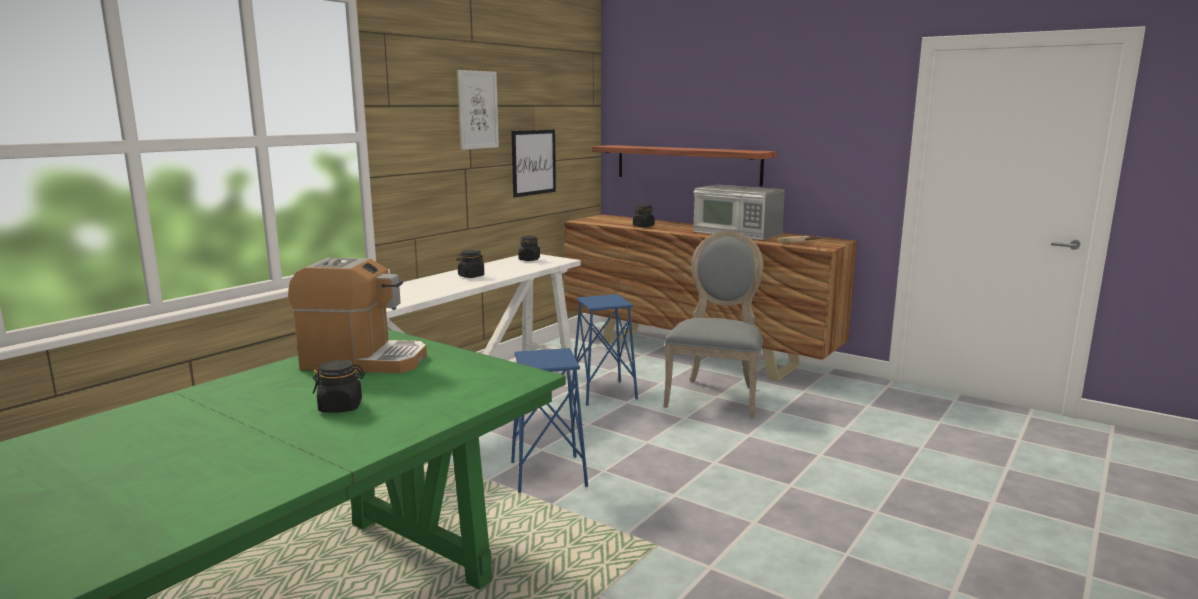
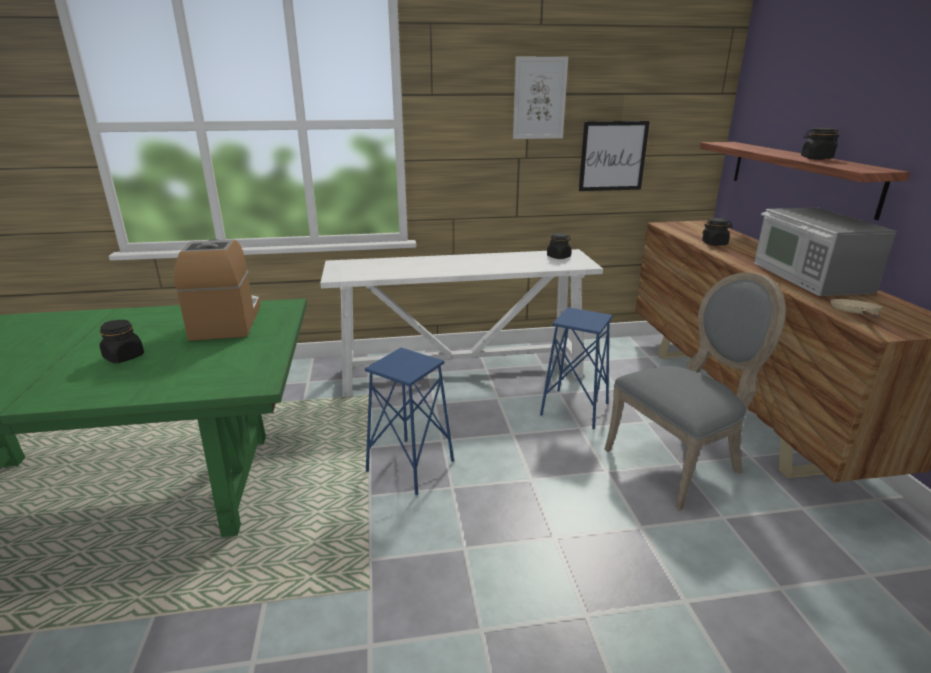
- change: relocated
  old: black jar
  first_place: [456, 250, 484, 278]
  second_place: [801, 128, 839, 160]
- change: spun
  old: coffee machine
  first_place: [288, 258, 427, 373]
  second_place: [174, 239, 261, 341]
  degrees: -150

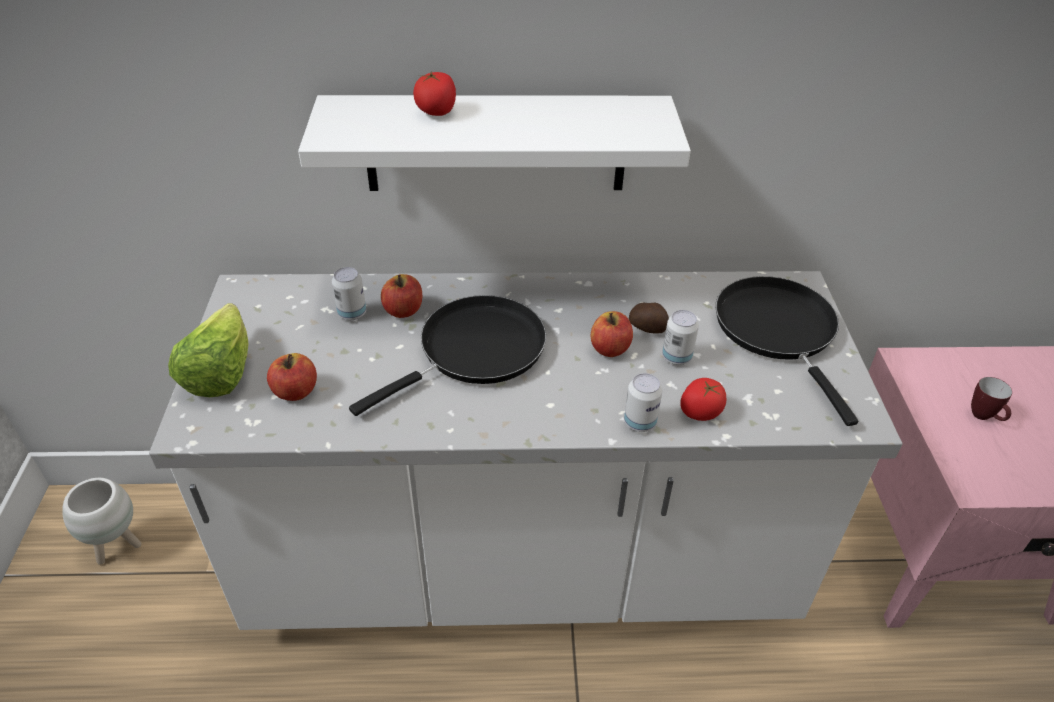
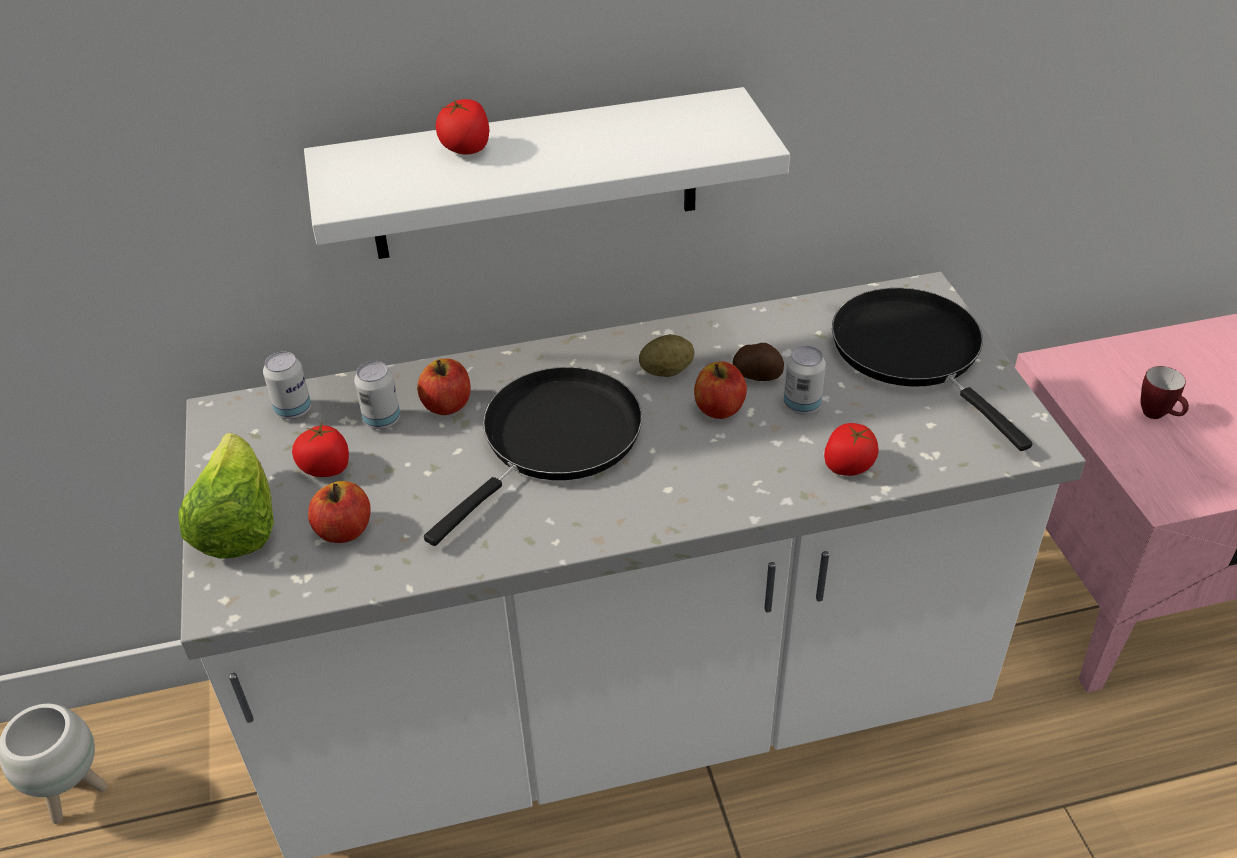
- change: relocated
  old: can
  first_place: [624, 373, 662, 432]
  second_place: [263, 352, 311, 419]
- change: appeared
  new: potato
  second_place: [639, 334, 695, 377]
- change: appeared
  new: tomato
  second_place: [292, 422, 349, 477]

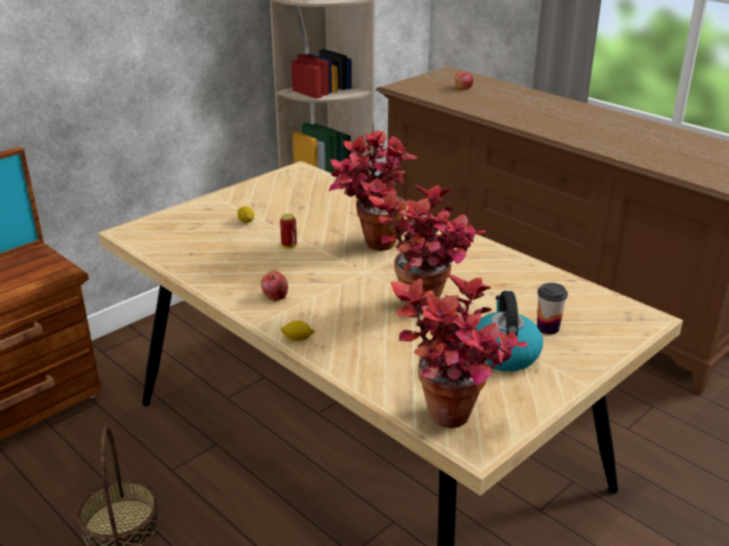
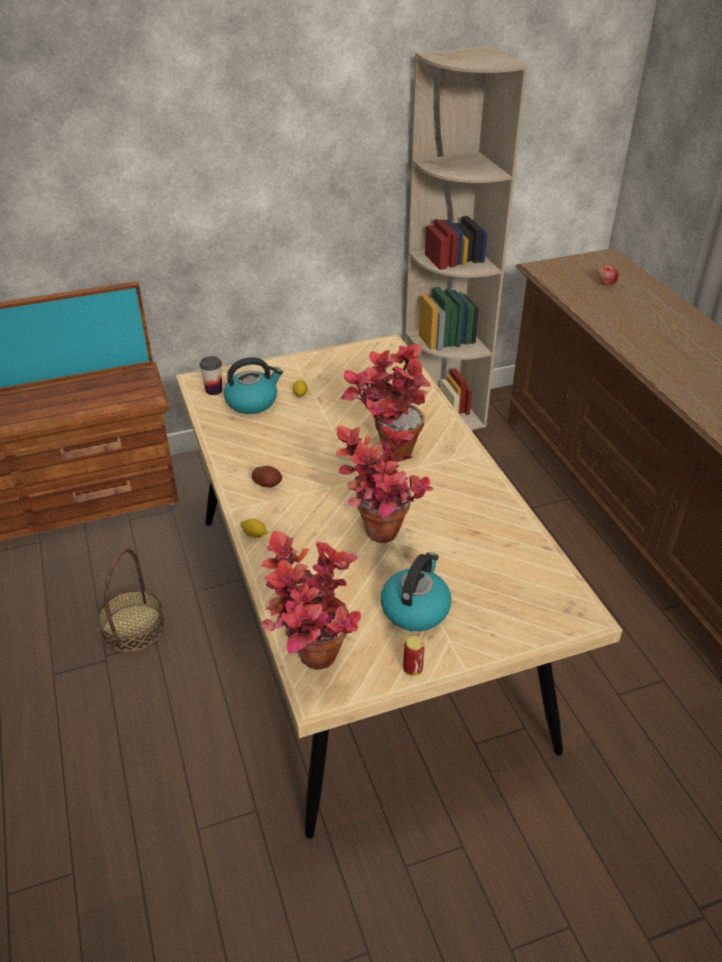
- change: relocated
  old: can
  first_place: [280, 214, 297, 249]
  second_place: [403, 636, 425, 676]
- change: exchanged
  old: apple
  new: potato
  first_place: [261, 271, 288, 301]
  second_place: [252, 466, 282, 488]
- change: relocated
  old: cup
  first_place: [537, 283, 568, 335]
  second_place: [199, 356, 222, 395]
- change: appeared
  new: kettle
  second_place: [224, 357, 283, 414]

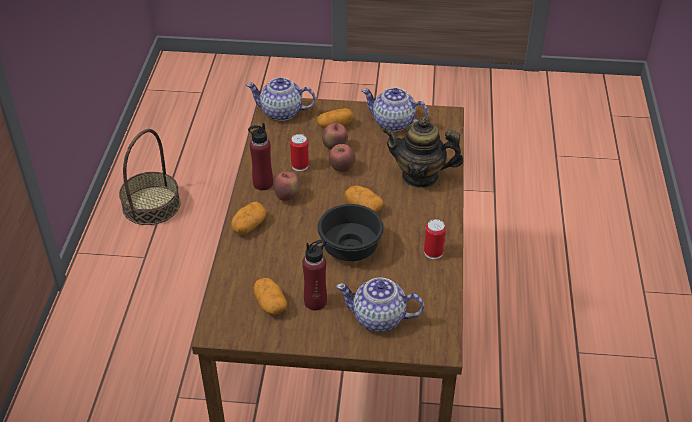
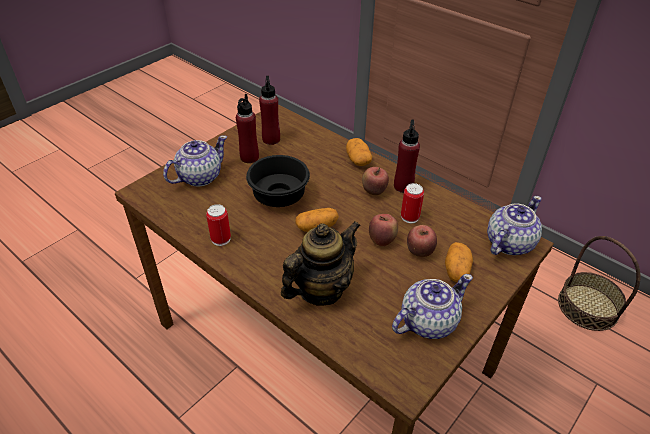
- change: exchanged
  old: potato
  new: red bottle
  first_place: [253, 278, 287, 315]
  second_place: [259, 76, 280, 145]

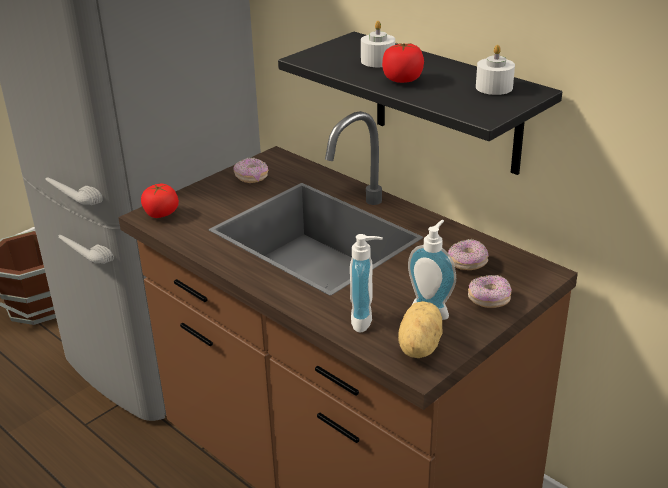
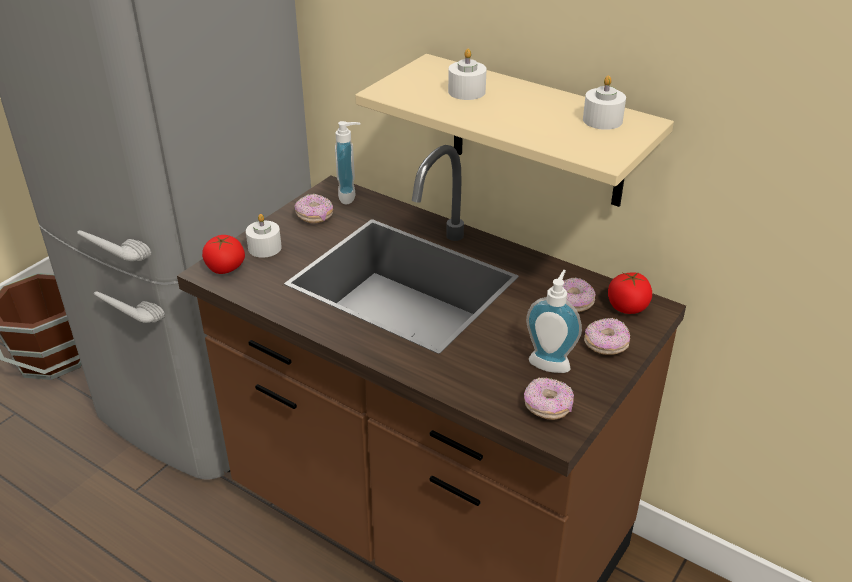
- change: colour
  old: black shelf
  new: beige shelf
  first_place: [278, 32, 562, 175]
  second_place: [355, 54, 674, 207]
- change: relocated
  old: tomato
  first_place: [382, 43, 424, 83]
  second_place: [608, 272, 652, 314]
- change: relocated
  old: soap dispenser
  first_place: [350, 234, 383, 333]
  second_place: [335, 121, 360, 205]
- change: exchanged
  old: potato
  new: donut
  first_place: [398, 301, 443, 358]
  second_place: [524, 378, 574, 420]
- change: appeared
  new: white candle
  second_place: [246, 214, 282, 258]

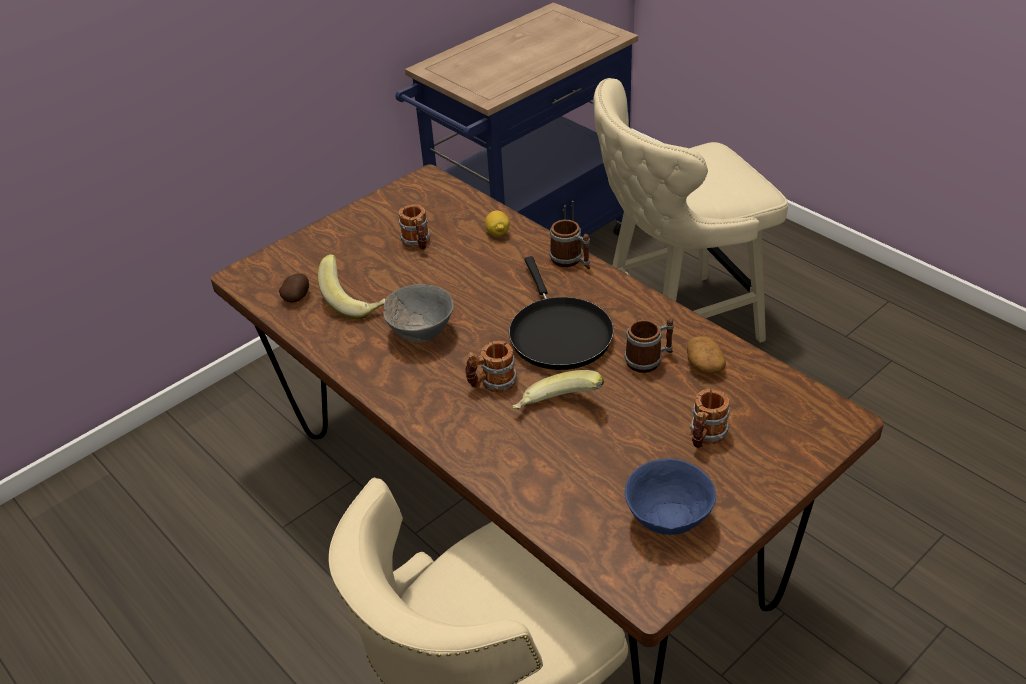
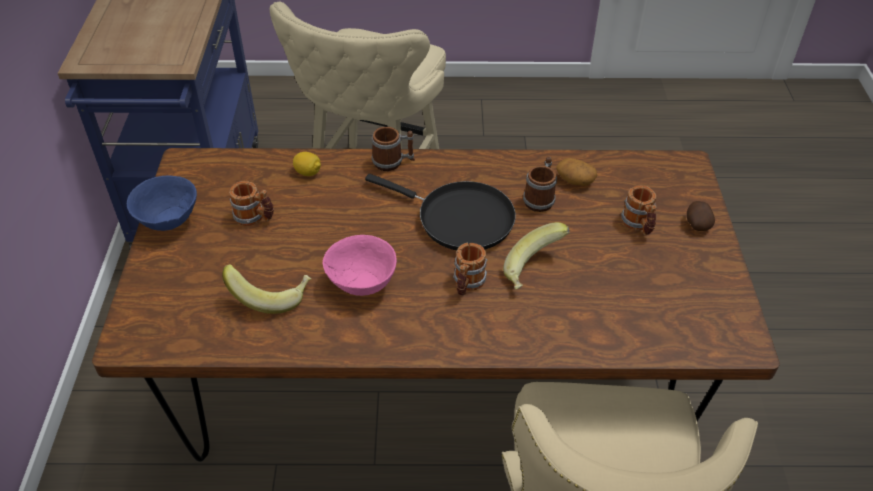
- change: relocated
  old: potato
  first_place: [279, 273, 309, 303]
  second_place: [687, 201, 715, 231]
- change: colour
  old: grey bowl
  new: pink bowl
  first_place: [383, 284, 454, 343]
  second_place: [323, 235, 397, 296]
- change: relocated
  old: blue bowl
  first_place: [625, 458, 716, 535]
  second_place: [127, 175, 197, 231]

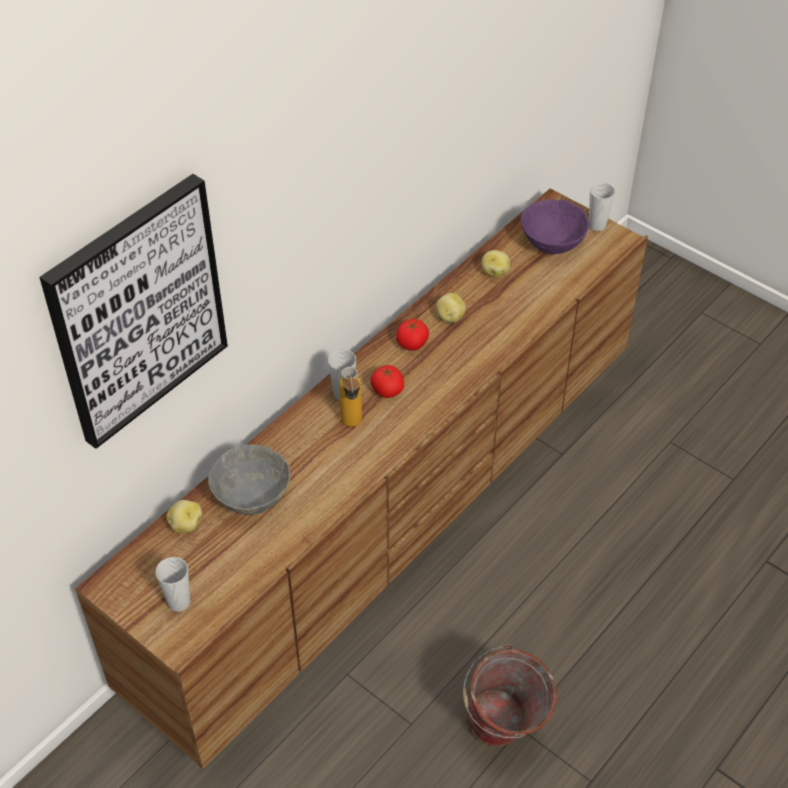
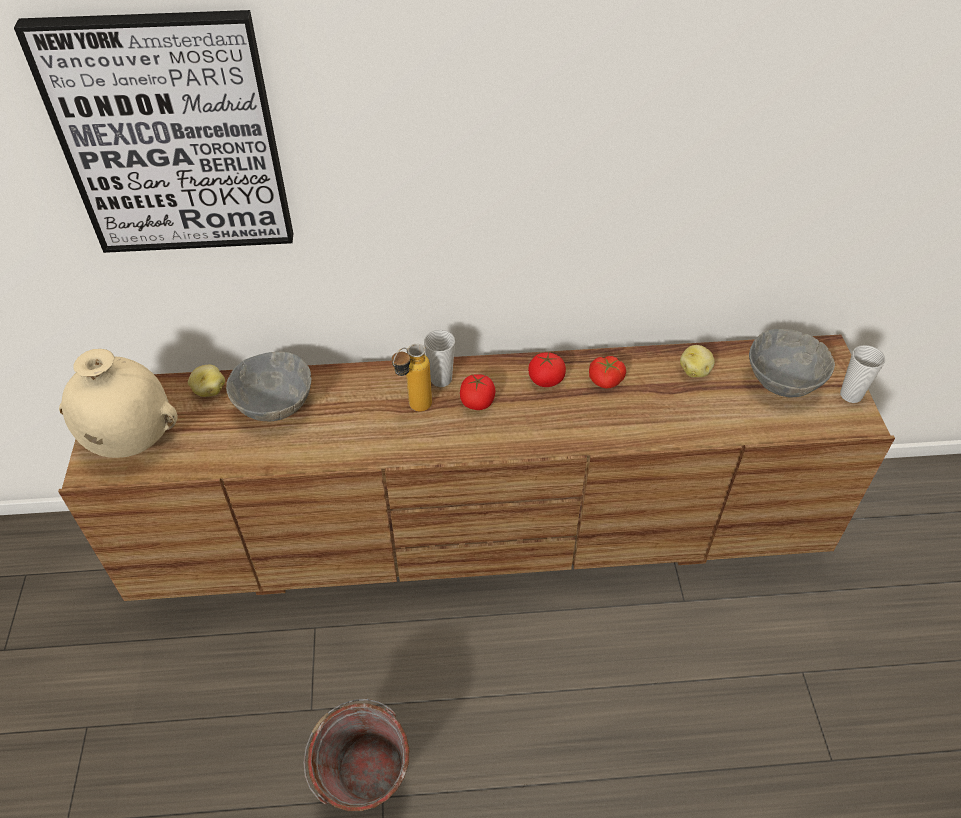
- change: colour
  old: purple bowl
  new: grey bowl
  first_place: [521, 199, 589, 254]
  second_place: [749, 329, 835, 397]
- change: exchanged
  old: potato
  new: tomato
  first_place: [436, 293, 466, 323]
  second_place: [589, 356, 626, 389]
- change: exchanged
  old: cup
  new: beige vase
  first_place: [155, 557, 190, 612]
  second_place: [59, 349, 178, 458]

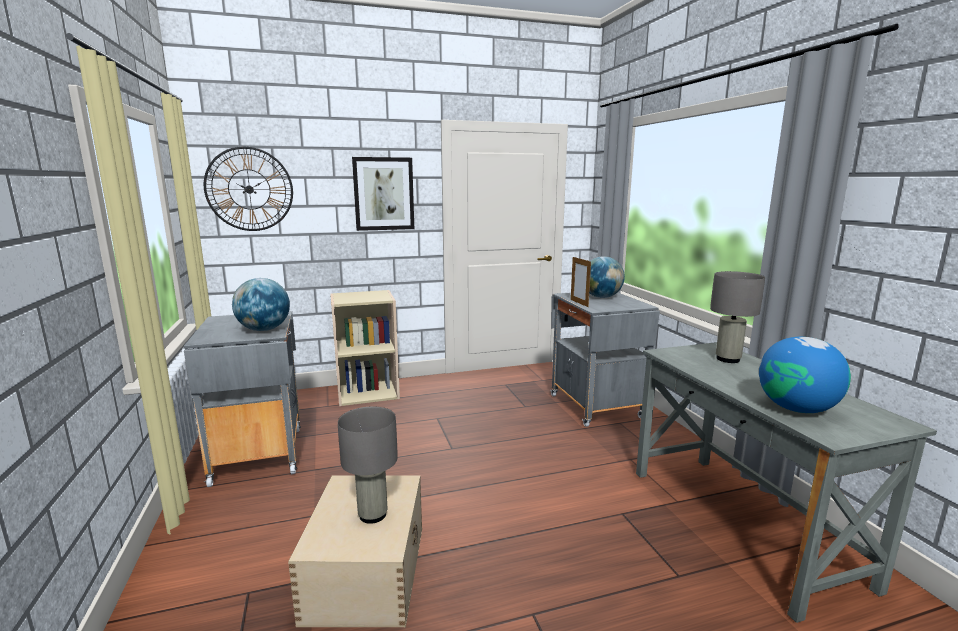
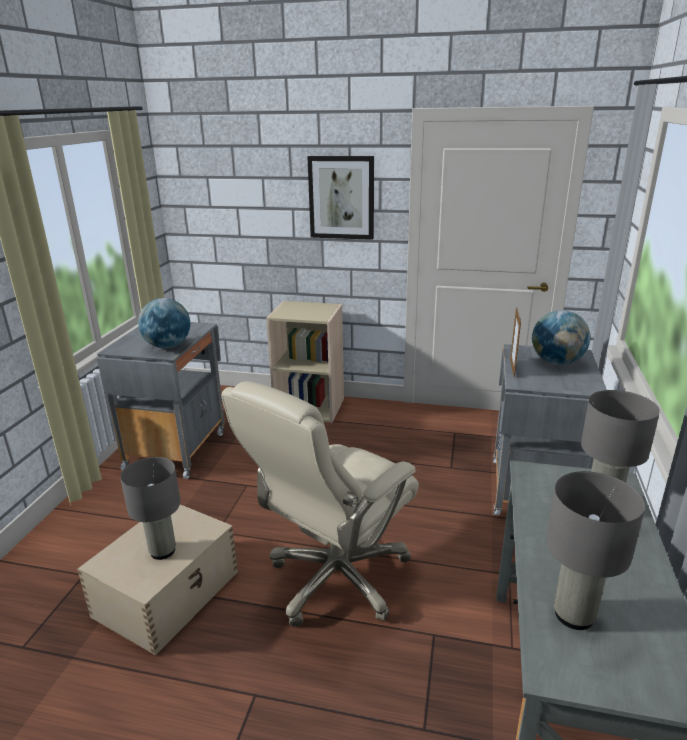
- change: missing
  old: wall clock
  first_place: [204, 146, 293, 231]
- change: exchanged
  old: globe
  new: grey table lamp
  first_place: [759, 337, 851, 413]
  second_place: [546, 471, 645, 630]
- change: appeared
  new: beige office chair
  second_place: [221, 381, 419, 627]

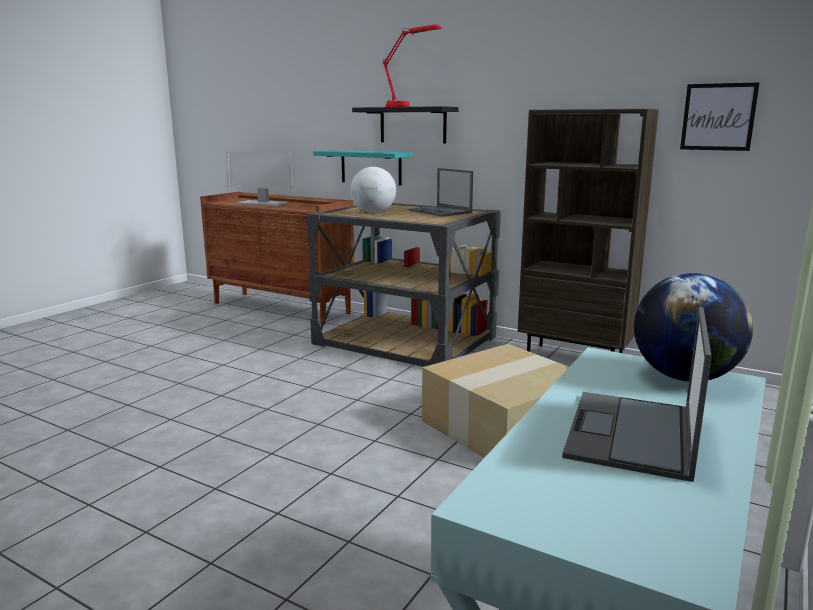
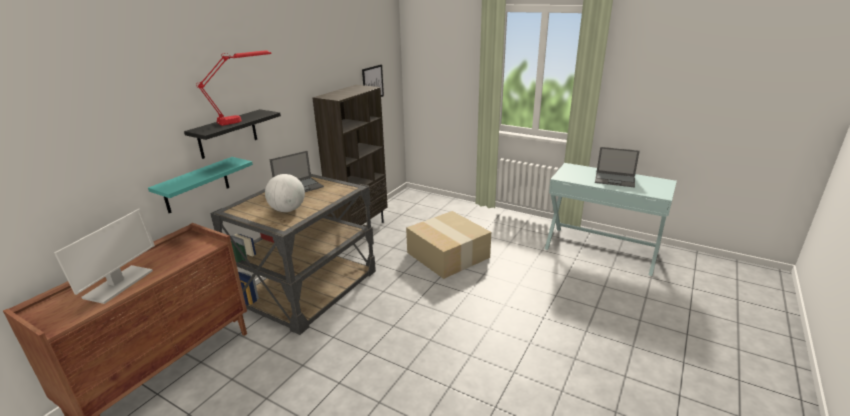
- change: missing
  old: globe
  first_place: [634, 273, 753, 382]

